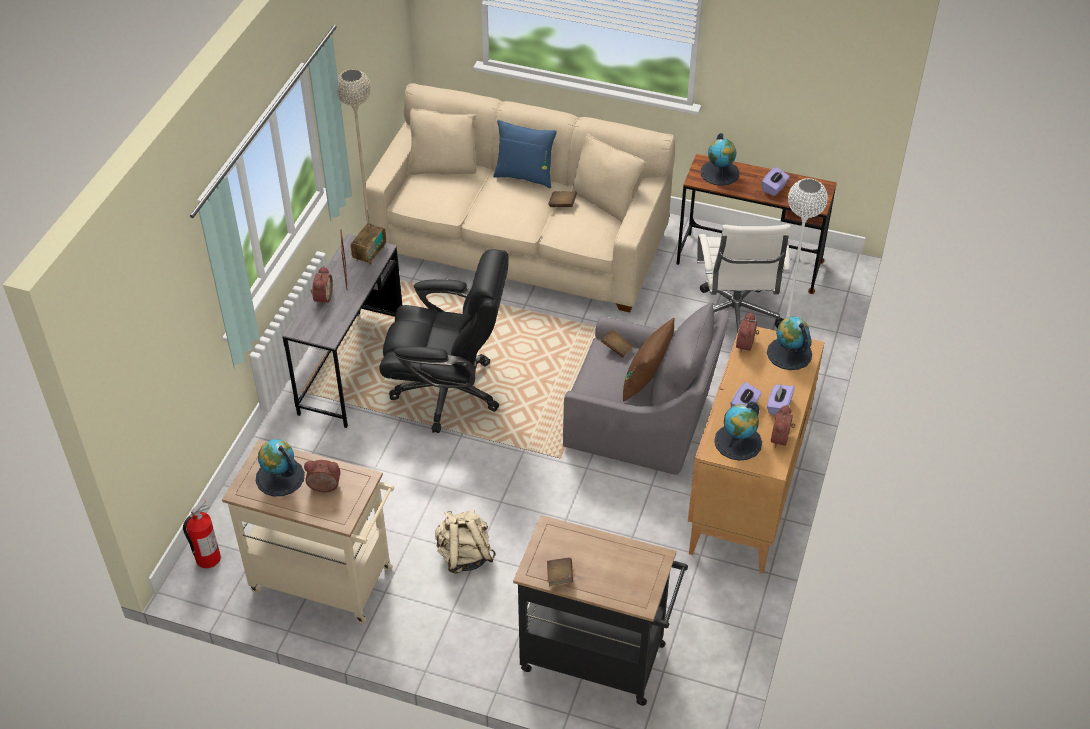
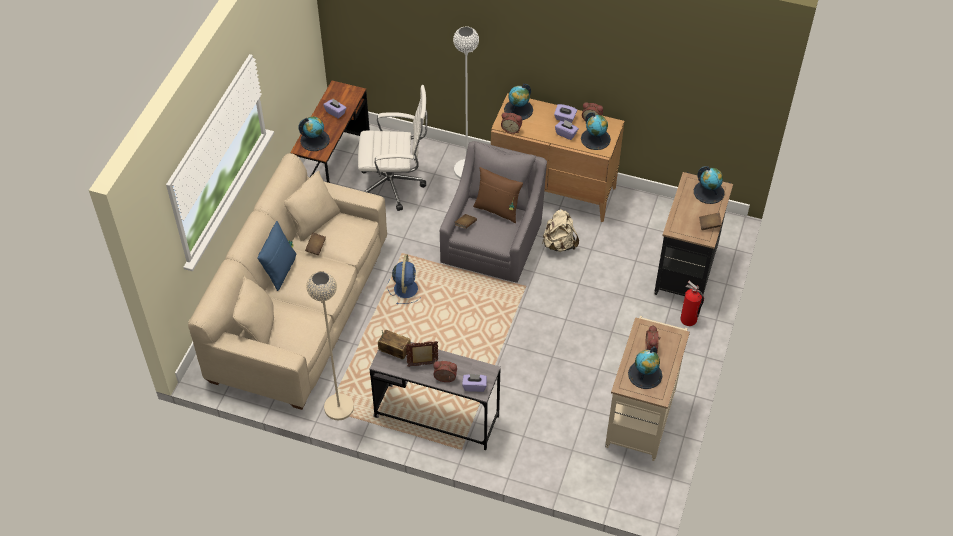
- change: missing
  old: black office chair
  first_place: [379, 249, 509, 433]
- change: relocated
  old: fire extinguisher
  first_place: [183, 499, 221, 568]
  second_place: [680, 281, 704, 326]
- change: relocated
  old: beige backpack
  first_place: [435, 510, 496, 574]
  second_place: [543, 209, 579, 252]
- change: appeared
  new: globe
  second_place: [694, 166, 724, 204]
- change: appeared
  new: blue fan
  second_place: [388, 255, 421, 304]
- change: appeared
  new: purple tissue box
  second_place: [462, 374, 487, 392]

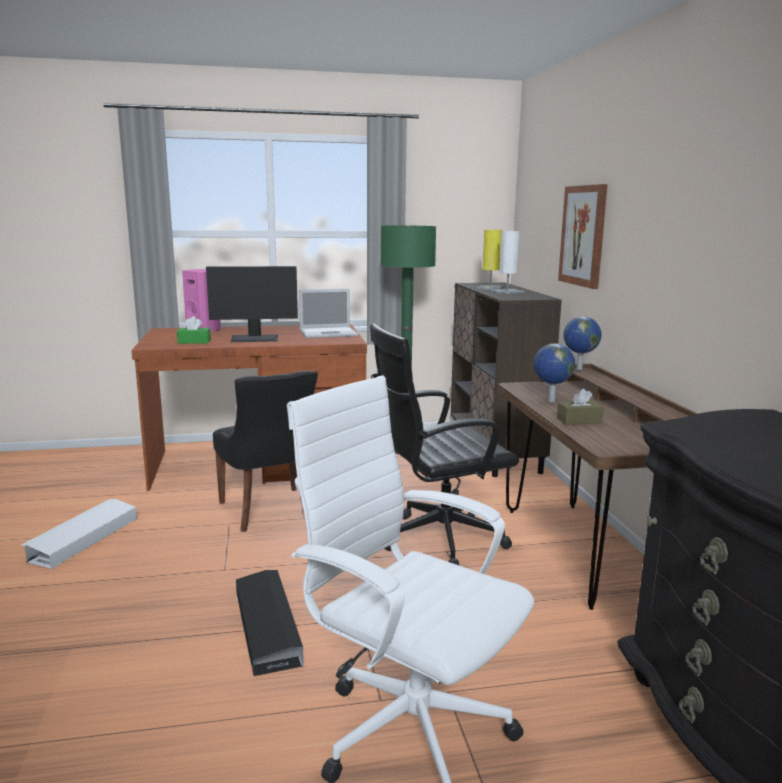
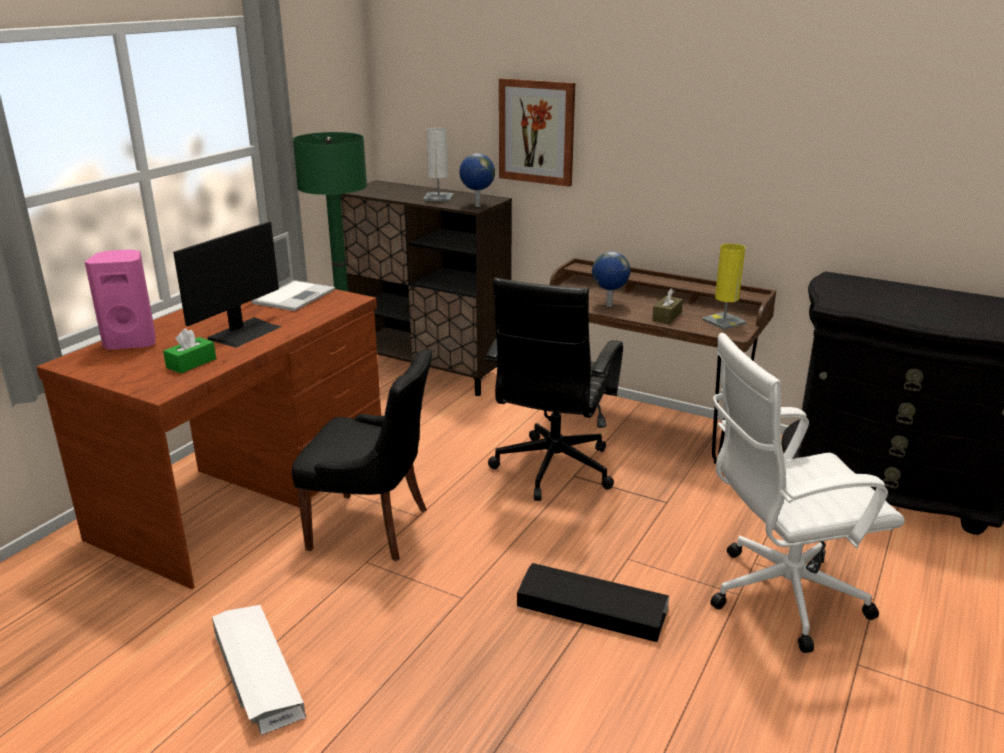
- change: relocated
  old: yellow table lamp
  first_place: [477, 230, 504, 290]
  second_place: [702, 244, 747, 330]
- change: relocated
  old: globe
  first_place: [563, 316, 602, 370]
  second_place: [459, 153, 495, 207]

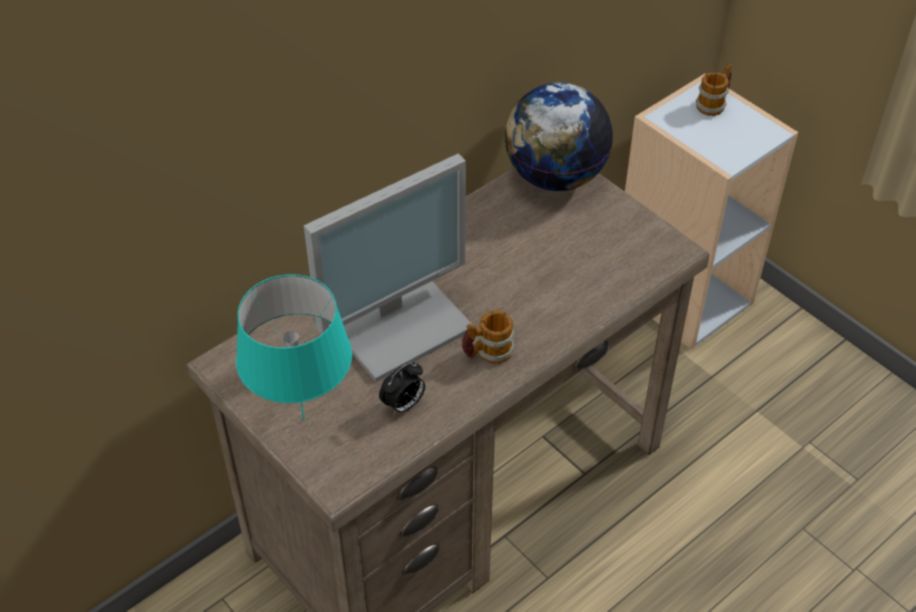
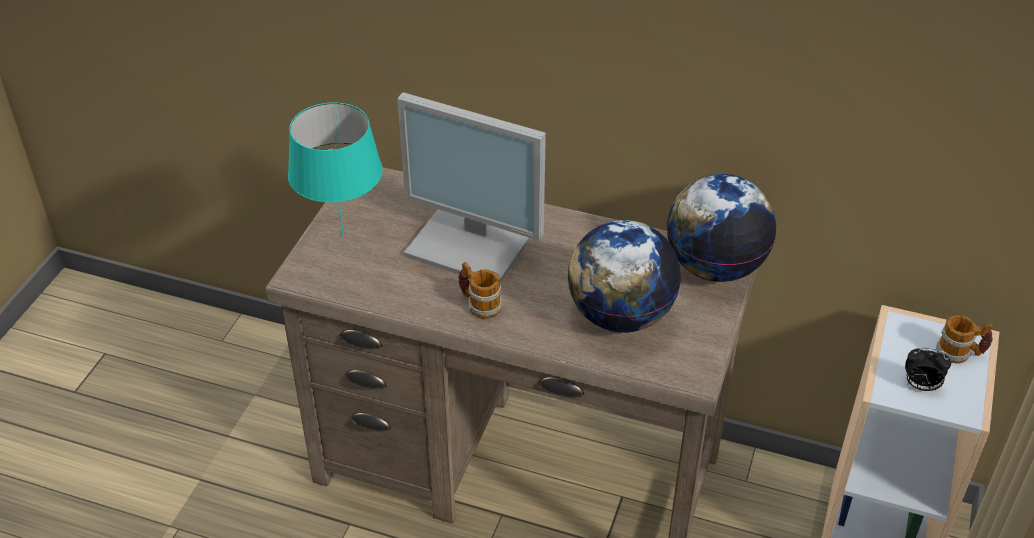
- change: relocated
  old: alarm clock
  first_place: [379, 362, 425, 415]
  second_place: [905, 348, 951, 391]
- change: appeared
  new: globe
  second_place: [568, 220, 681, 333]

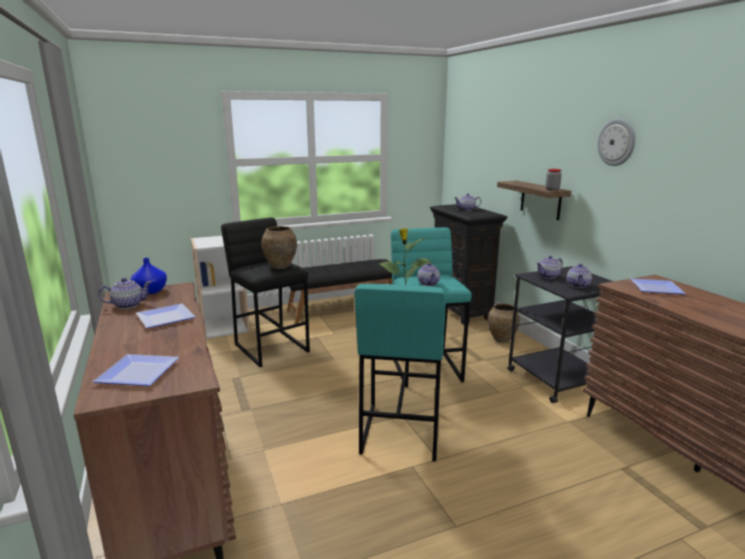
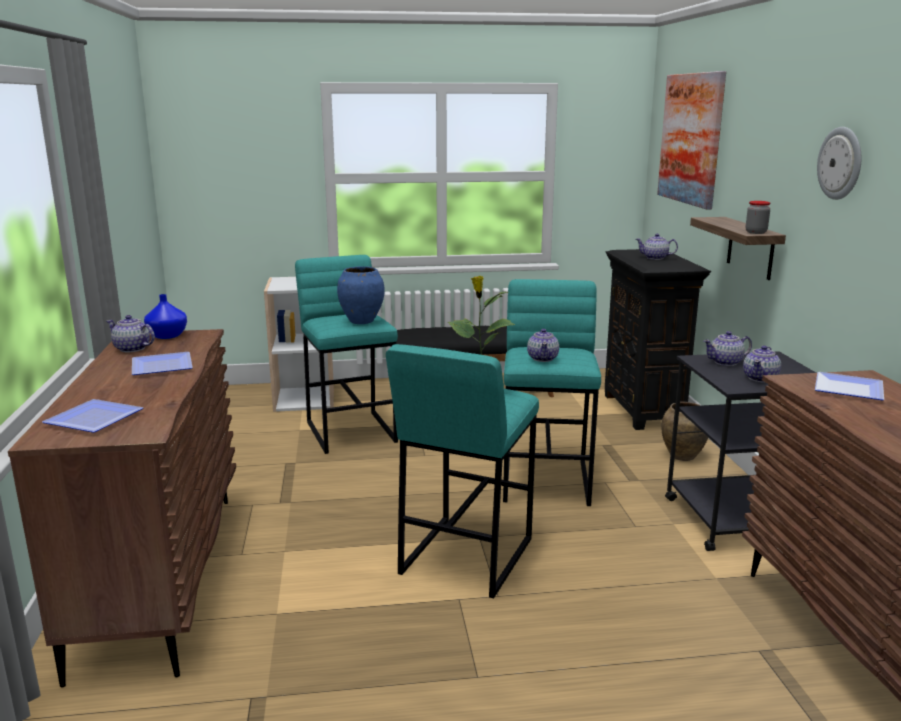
- change: colour
  old: black stool
  new: turquoise stool
  first_place: [221, 217, 310, 367]
  second_place: [295, 255, 398, 454]
- change: colour
  old: brown vase
  new: blue vase
  first_place: [262, 226, 297, 269]
  second_place: [337, 266, 385, 324]
- change: spun
  old: teapot
  first_place: [98, 278, 151, 309]
  second_place: [106, 315, 155, 352]
  degrees: -150
- change: appeared
  new: picture
  second_place: [657, 71, 726, 210]

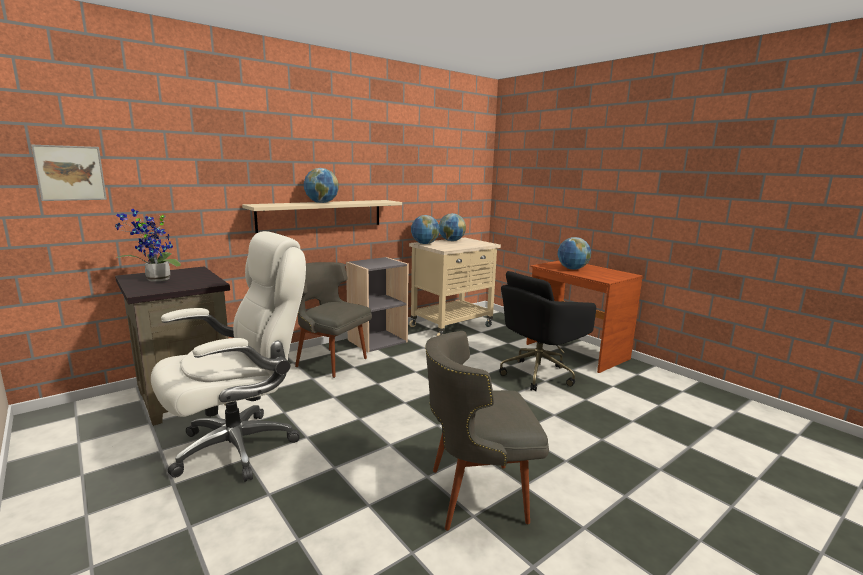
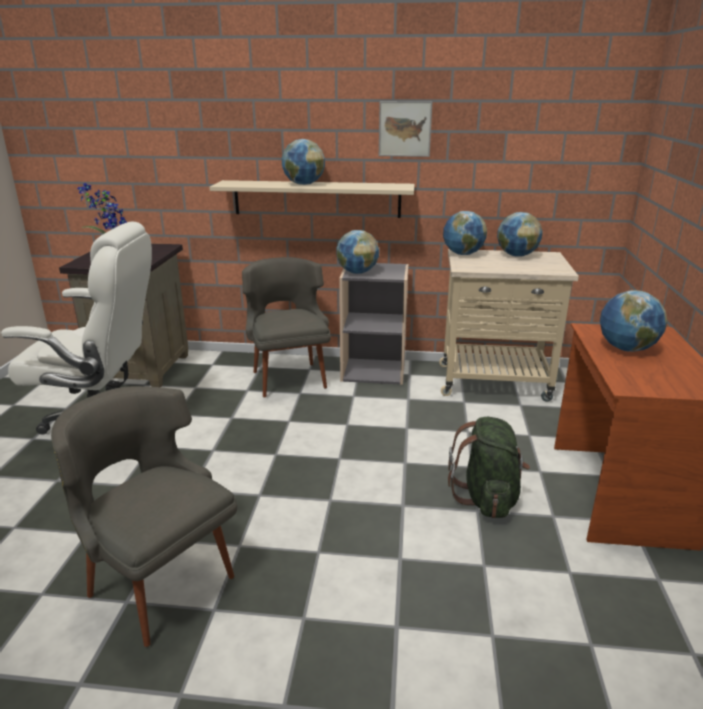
- change: relocated
  old: picture
  first_place: [31, 145, 107, 201]
  second_place: [379, 101, 433, 157]
- change: exchanged
  old: black office chair
  new: green backpack
  first_place: [499, 271, 596, 391]
  second_place: [448, 417, 530, 518]
- change: appeared
  new: globe
  second_place: [336, 230, 379, 274]

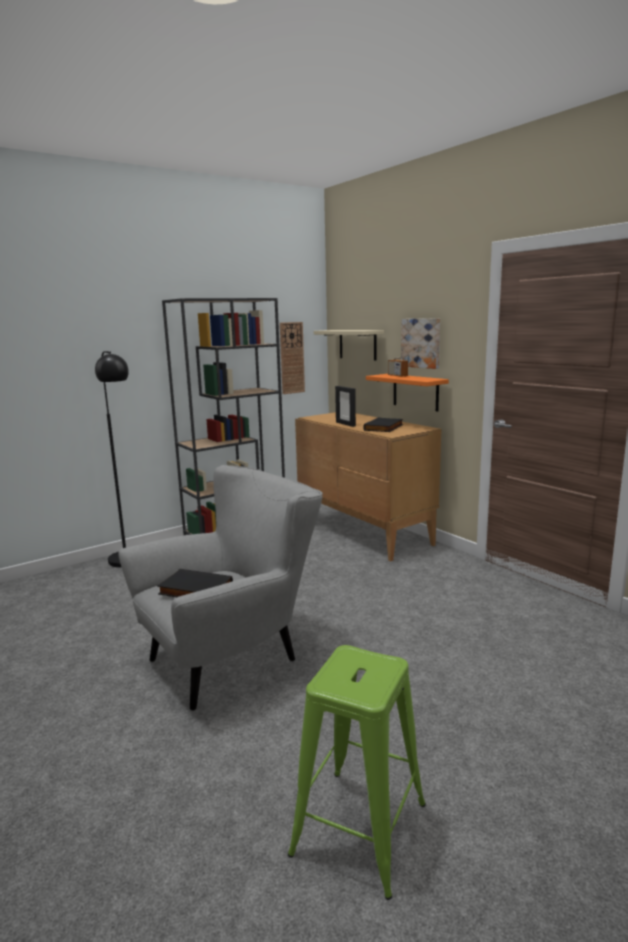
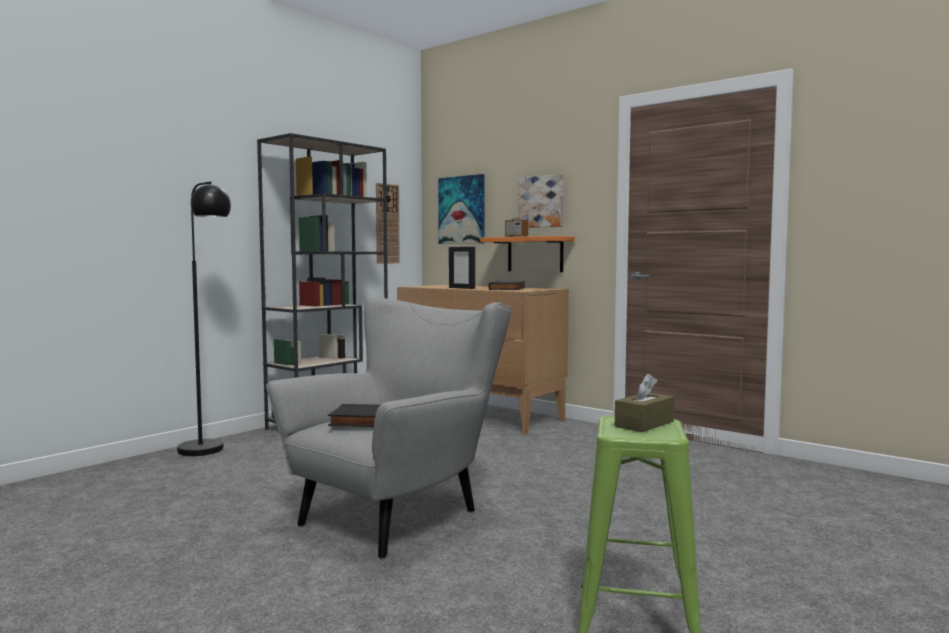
- change: exchanged
  old: beige shelf
  new: picture
  first_place: [314, 330, 384, 361]
  second_place: [438, 174, 484, 244]
- change: appeared
  new: brown tissue box
  second_place: [615, 373, 674, 432]

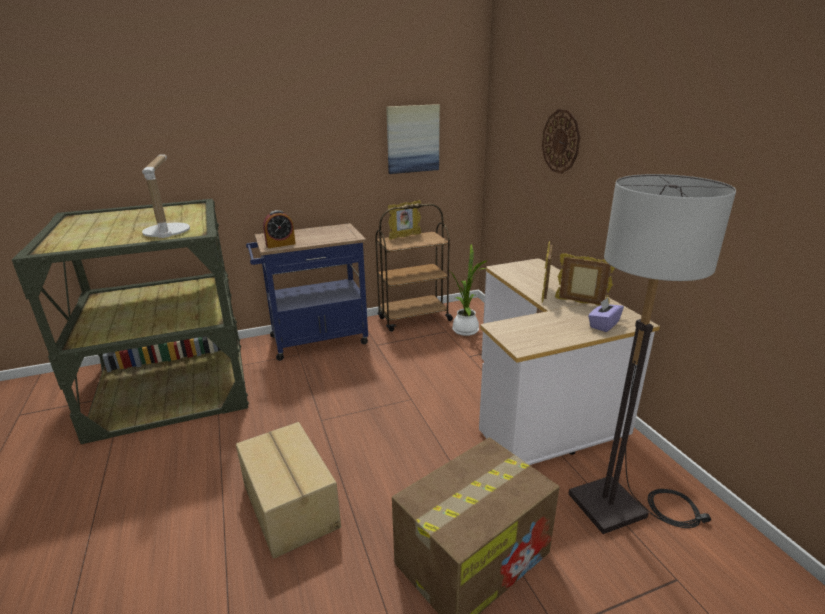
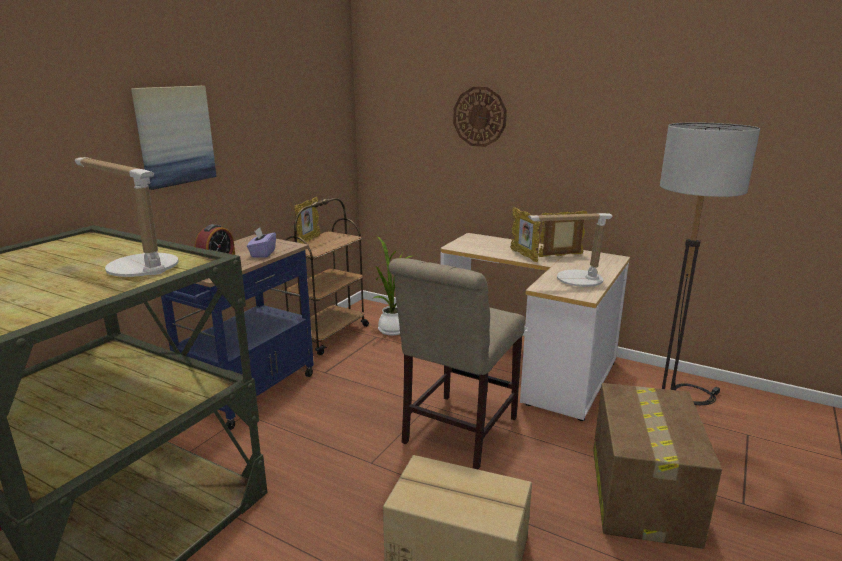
- change: relocated
  old: picture
  first_place: [386, 104, 440, 174]
  second_place: [131, 86, 217, 190]
- change: relocated
  old: purple tissue box
  first_place: [588, 298, 624, 332]
  second_place: [247, 227, 276, 258]
- change: appeared
  new: table lamp
  second_place: [528, 213, 613, 287]
- change: appeared
  new: beige chair
  second_place: [389, 258, 525, 469]

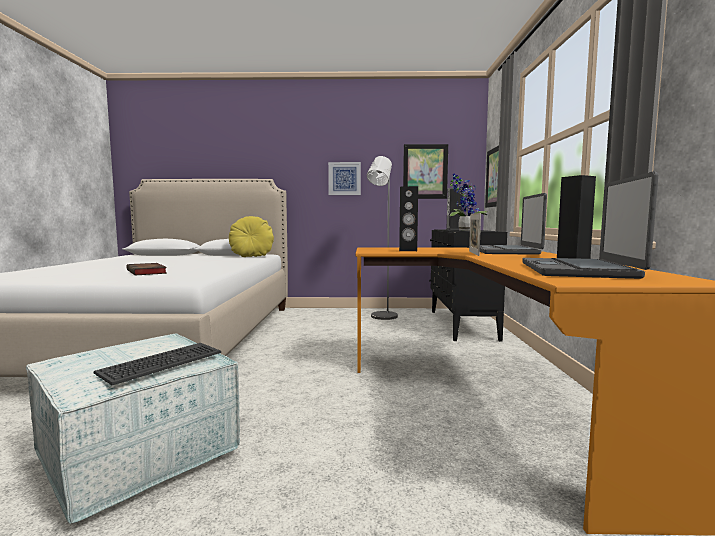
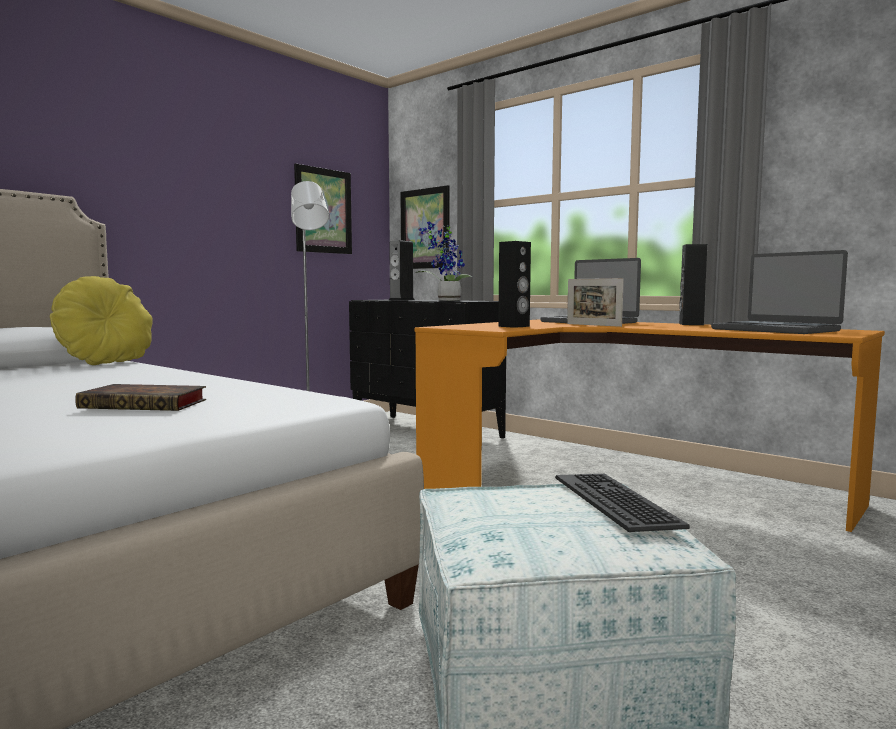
- change: missing
  old: picture
  first_place: [328, 162, 361, 195]

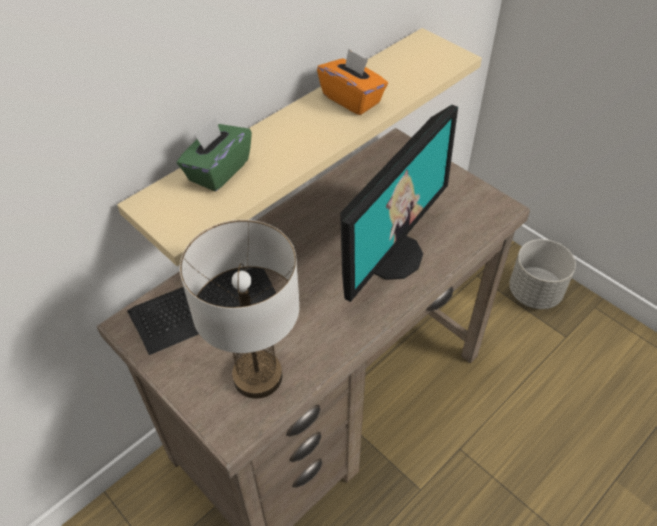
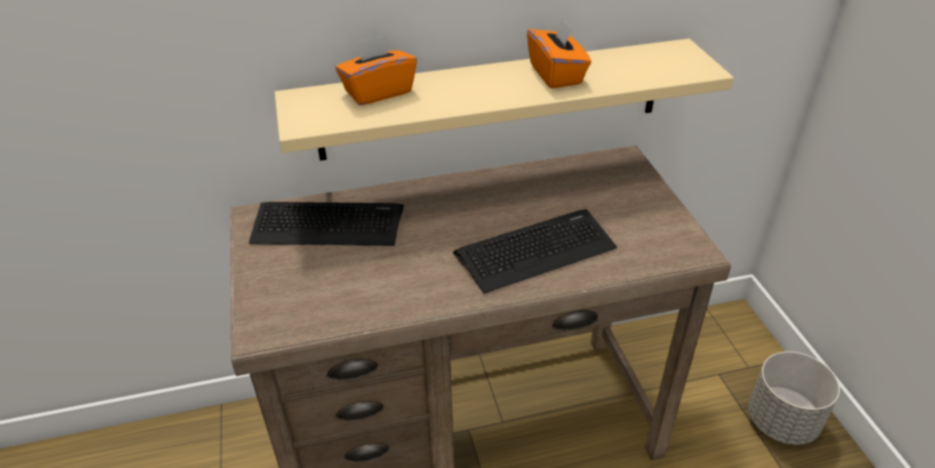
- change: exchanged
  old: monitor
  new: keyboard
  first_place: [340, 105, 458, 302]
  second_place: [453, 209, 617, 294]
- change: colour
  old: green tissue box
  new: orange tissue box
  first_place: [177, 118, 252, 192]
  second_place: [335, 35, 417, 106]
- change: missing
  old: table lamp
  first_place: [180, 220, 300, 399]

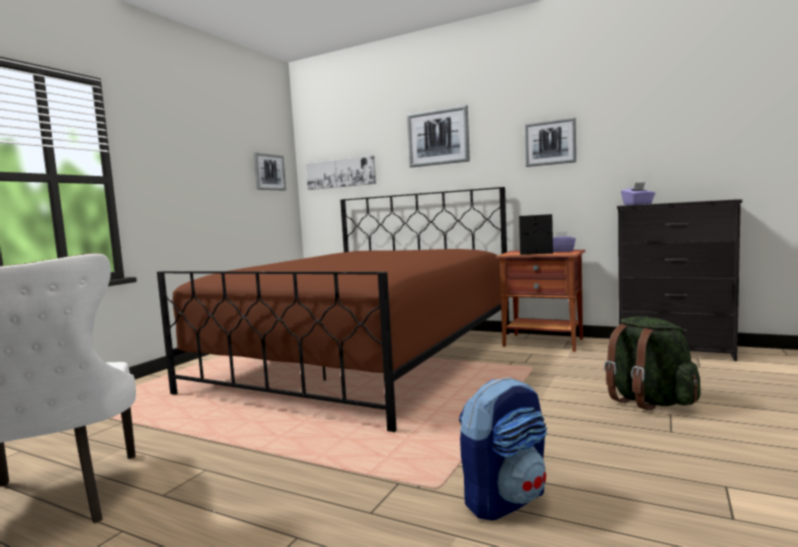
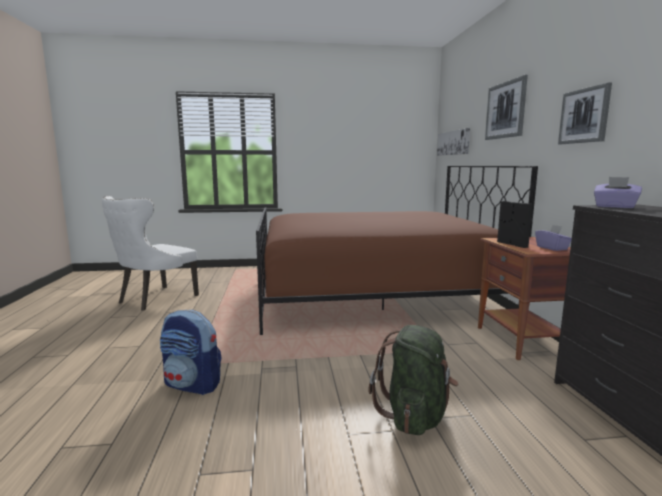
- change: missing
  old: picture
  first_place: [253, 152, 286, 190]

